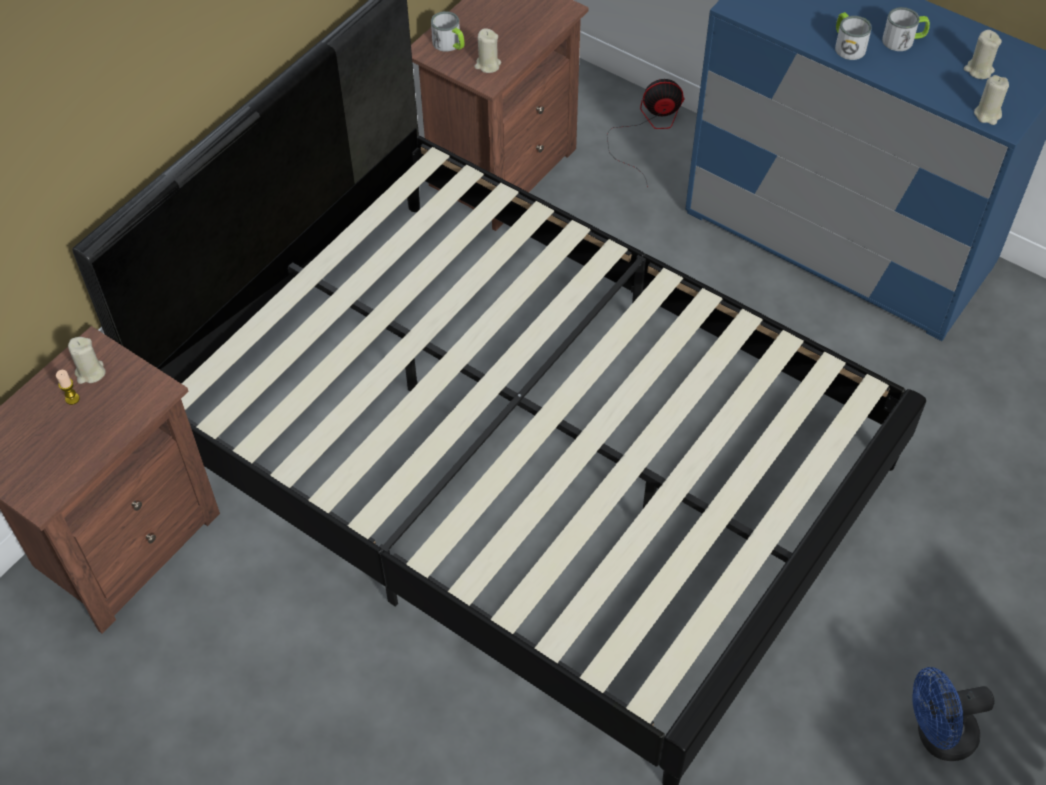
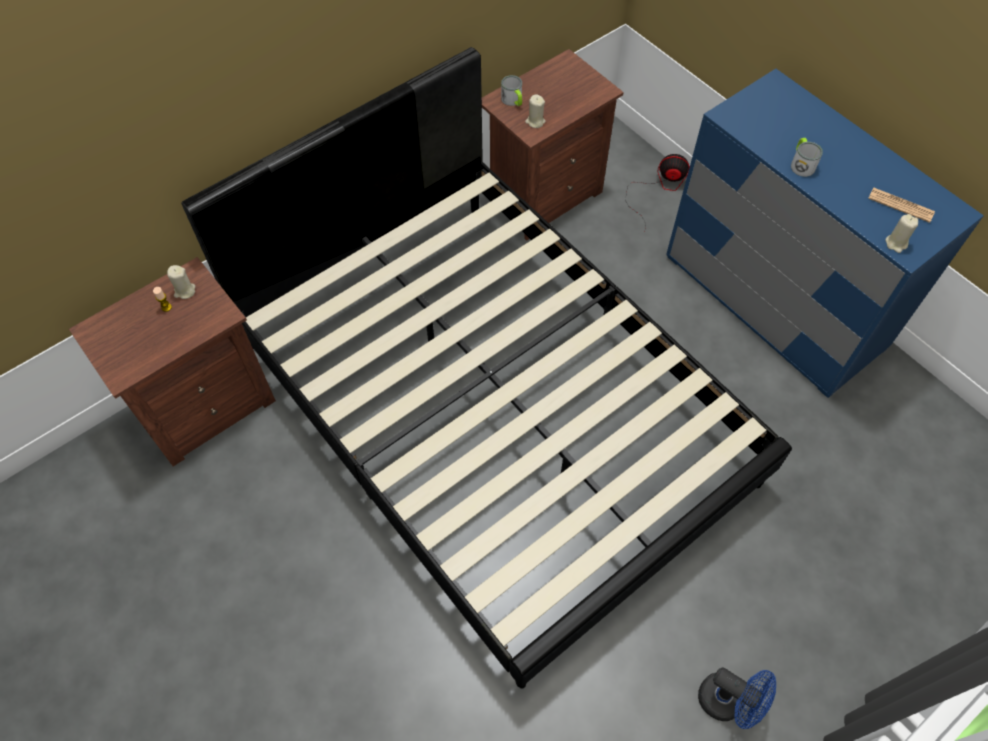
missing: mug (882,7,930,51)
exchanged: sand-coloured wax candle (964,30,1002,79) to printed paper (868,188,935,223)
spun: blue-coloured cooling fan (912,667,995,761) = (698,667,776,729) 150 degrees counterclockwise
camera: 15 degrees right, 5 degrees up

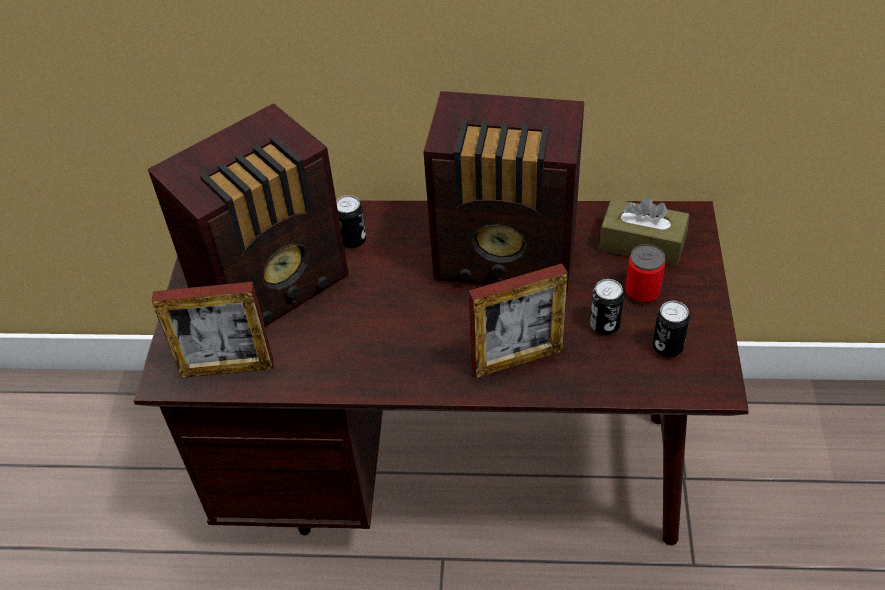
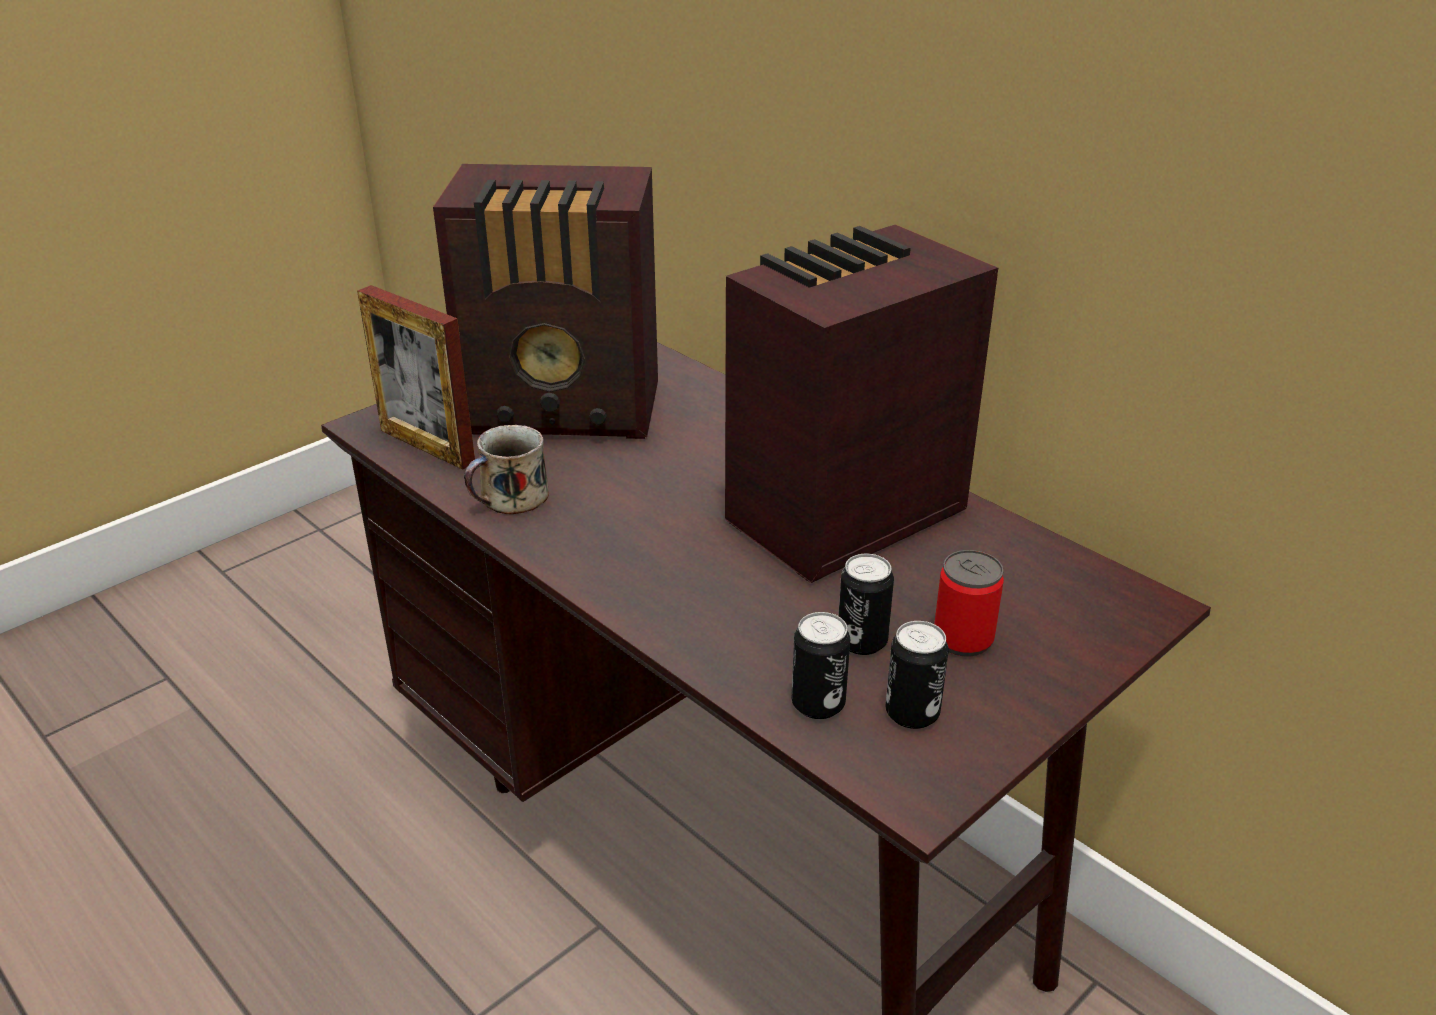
missing: standing frame (469,264,568,378); brown-coloured tissue holder (599,197,690,266)
appeared: mug (464,425,549,514)
relocated: sealed can (336,195,366,248) to (792,612,850,719)
spun: radio receiver (423,91,584,293) = (725,224,998,583) 90 degrees clockwise
camera: 40 degrees right, 15 degrees down

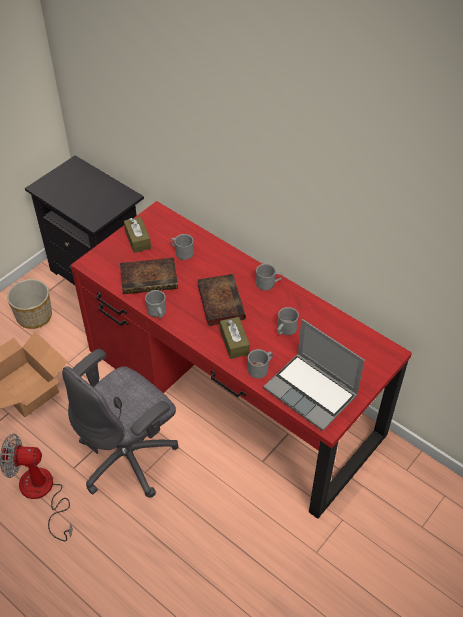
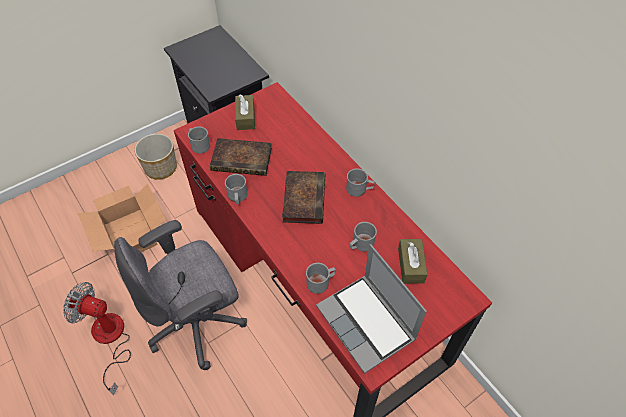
relocated: greyish mug (171,234,194,260) to (188,127,210,154); brown-coloured tissue holder (220,317,250,359) to (398,239,428,284)
camera: 15 degrees right, 5 degrees up

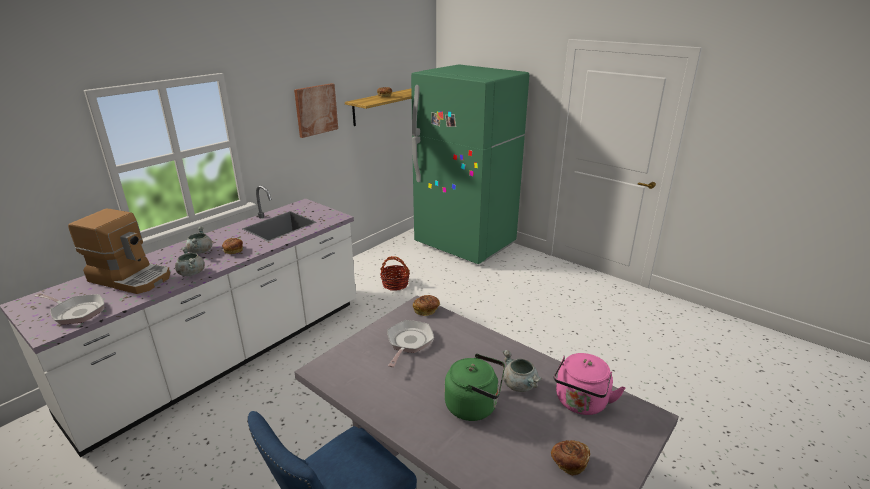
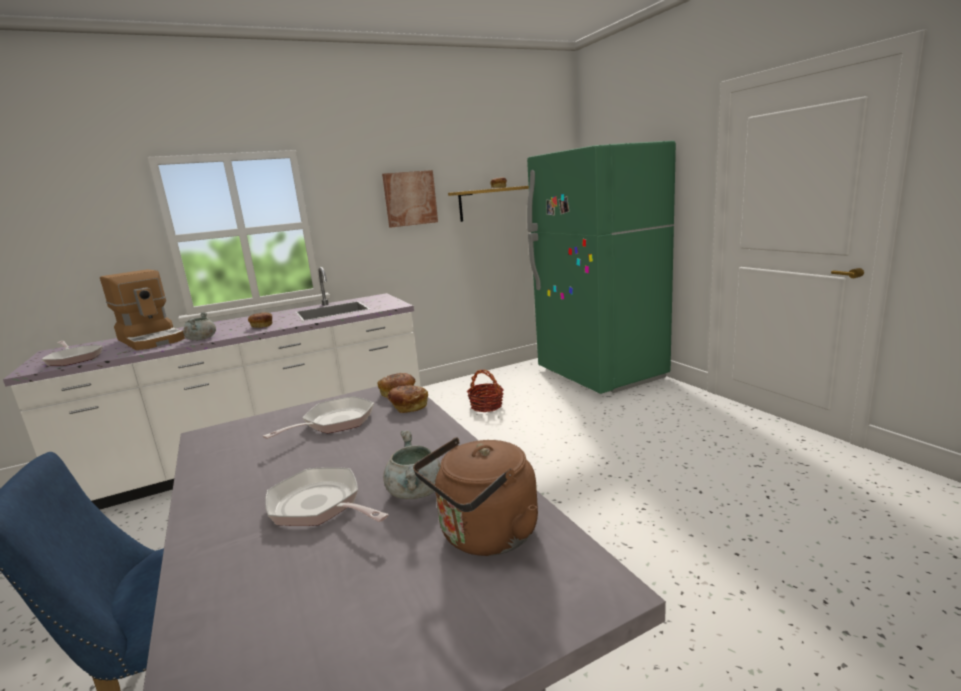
missing: greyish saucepot (185,227,212,254)
relocated: bread (551,440,590,476) to (388,385,428,413)
exchanged: green-coloured water kettle (445,354,505,421) to skillet (265,467,389,526)
colour: pink-coloured water kettle (553,353,625,415) to brown-coloured water kettle (413,437,538,556)
camera: 25 degrees right, 10 degrees down

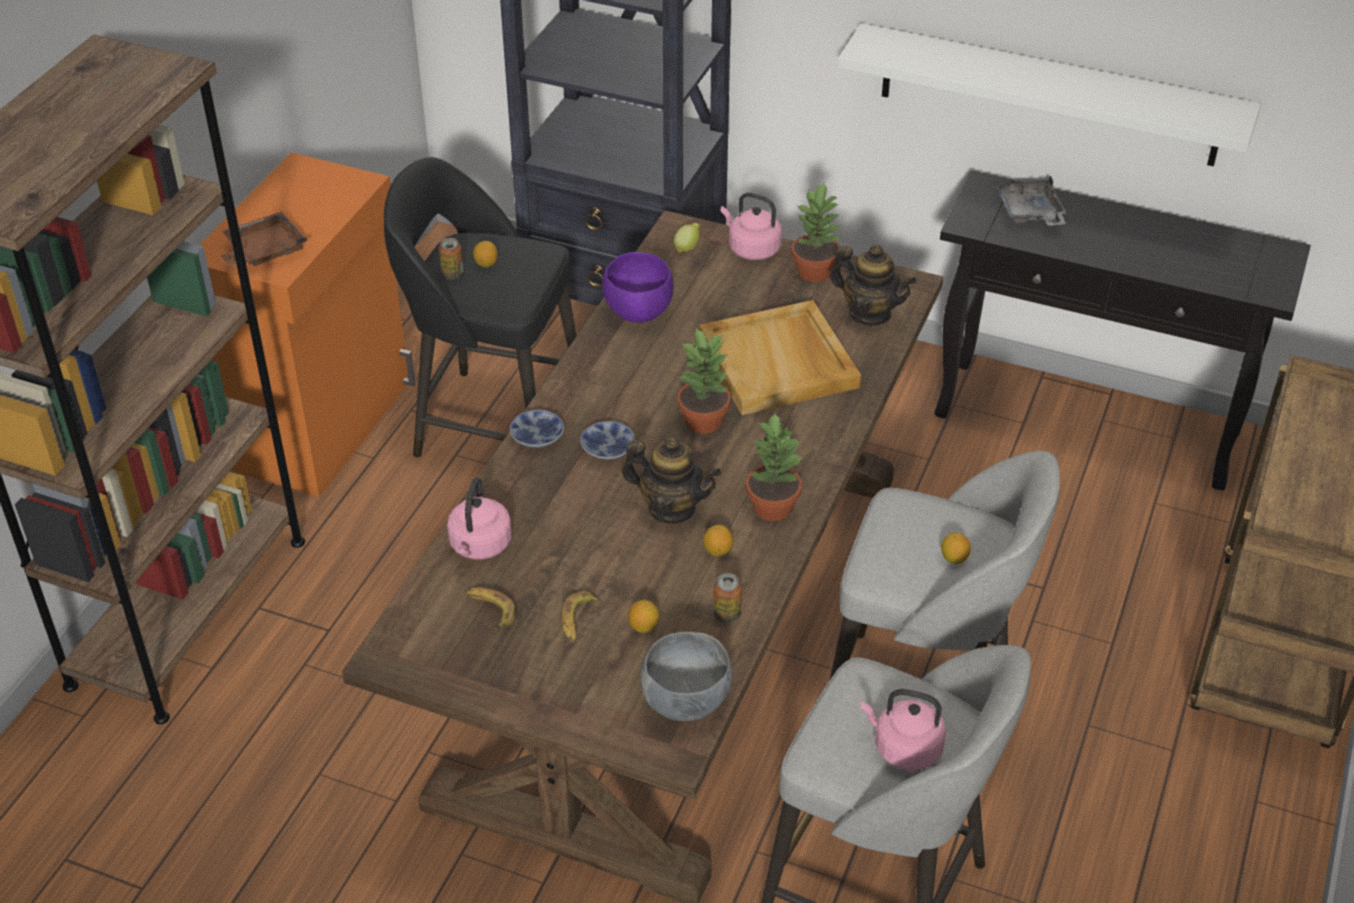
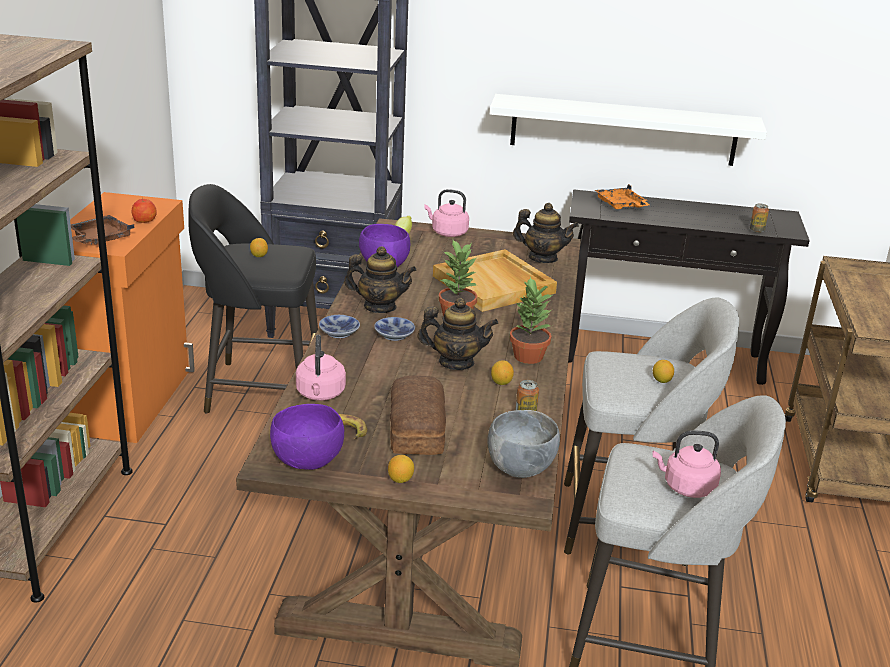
missing: potted plant (791,182,842,282)
appeared: apple fruit (132,197,157,223); purplish serving bowl (270,404,344,470); pot for tea (344,246,416,313)
relocated: sealed can (439,238,464,279) to (750,204,769,233); citrus fruit (628,600,659,633) to (388,455,414,483)
exchanged: banana fruit (561,591,601,643) to bread (390,375,446,455)
colour: greyish carrying tray (994,176,1067,226) to orangey carrying tray (595,184,649,209)
camera: 15 degrees left, 15 degrees down

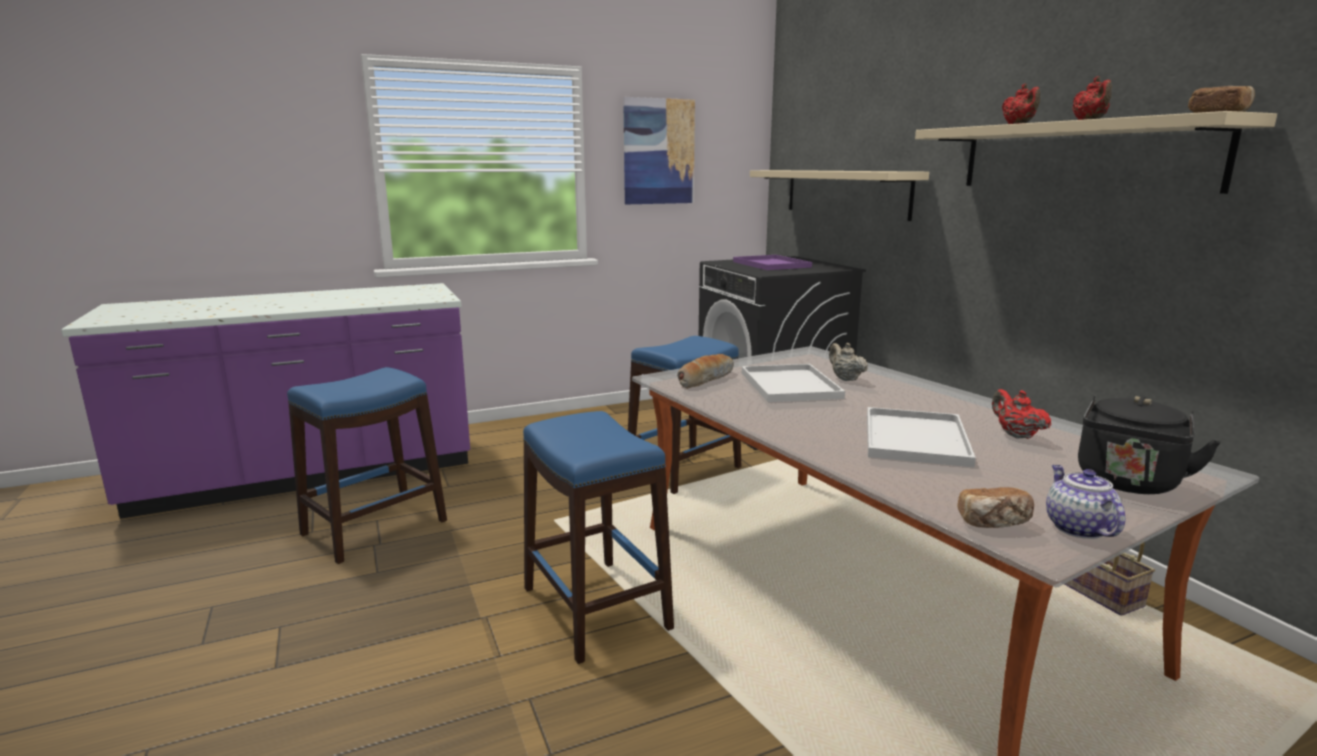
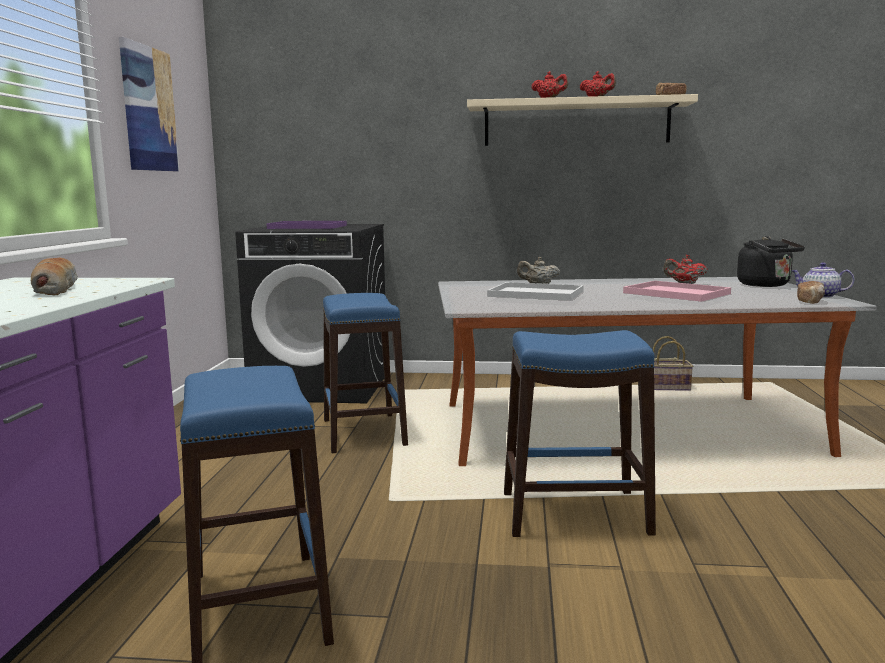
missing: sand-coloured bracket shelf (750,170,929,221)
relocated: bread (677,354,734,389) to (31,258,78,295)
colour: white-coloured carrying tray (867,407,976,467) to pink-coloured carrying tray (623,281,731,302)
camera: 60 degrees left, 5 degrees down

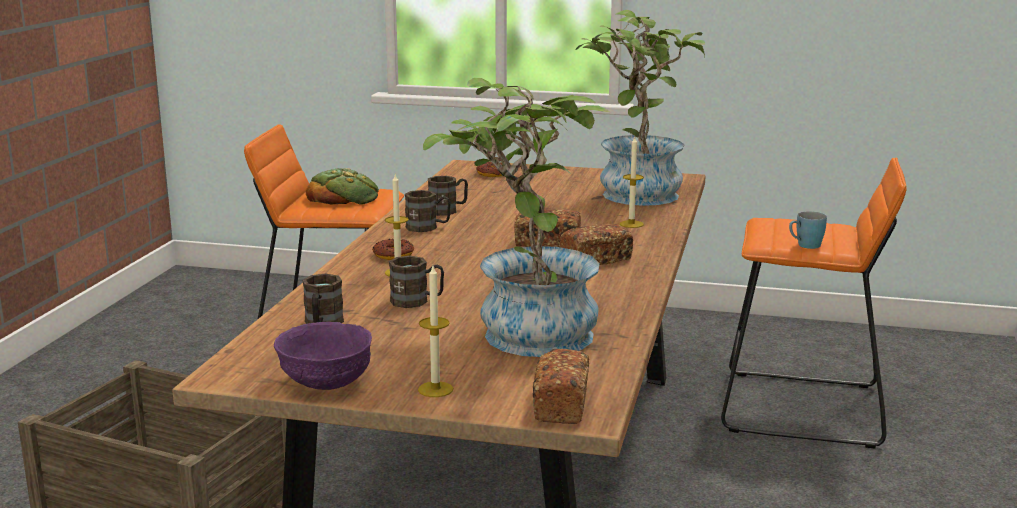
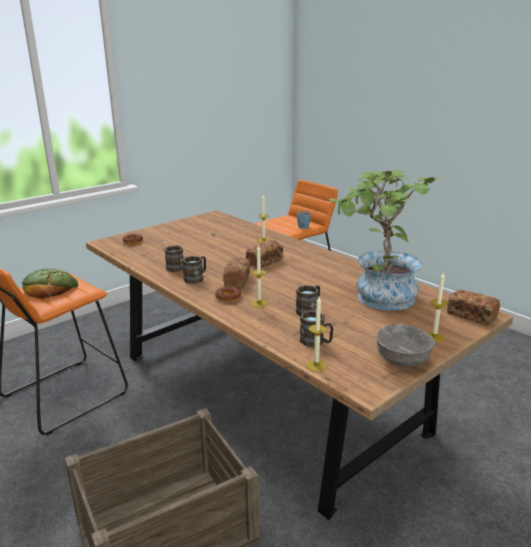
missing: potted plant (576,10,705,206)
appeared: wax candle (306,297,327,371)
relocated: bread (559,224,633,265) to (223,258,250,288)
colour: purplish serving bowl (274,322,372,390) to greyish serving bowl (375,324,435,367)
camera: 55 degrees left, 5 degrees up

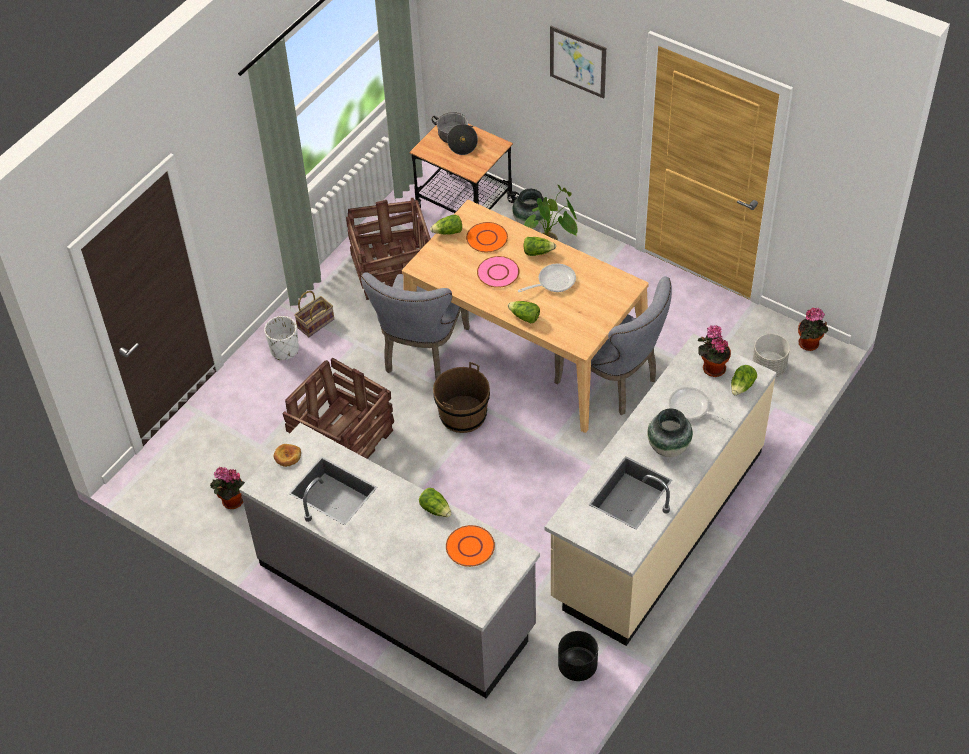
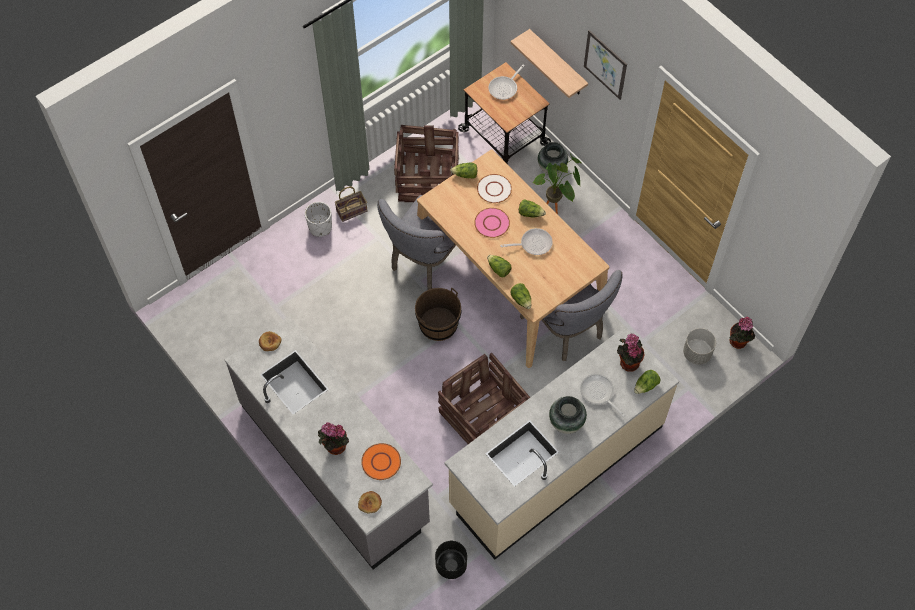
appeared: bread (358,491,382,513); bracket shelf (510,29,588,98)
relocated: potted plant (210,467,245,509) to (317,422,349,455); packing crate (282,358,394,459) to (438,353,530,444); lettuce (419,488,451,517) to (511,283,531,309)
exchanged: saucepot (431,112,478,155) to skillet (488,64,525,100)
colour: orangey plate (466,222,508,252) to white-coloured plate (477,174,512,203)
camera: 15 degrees right, 10 degrees up

